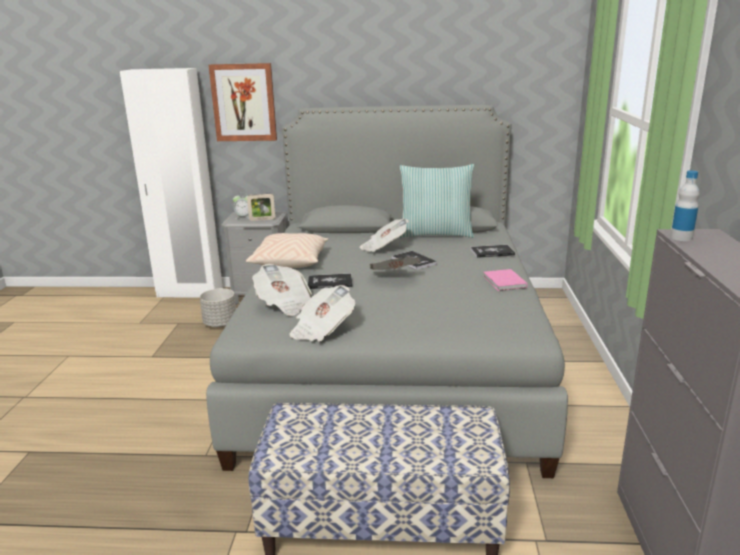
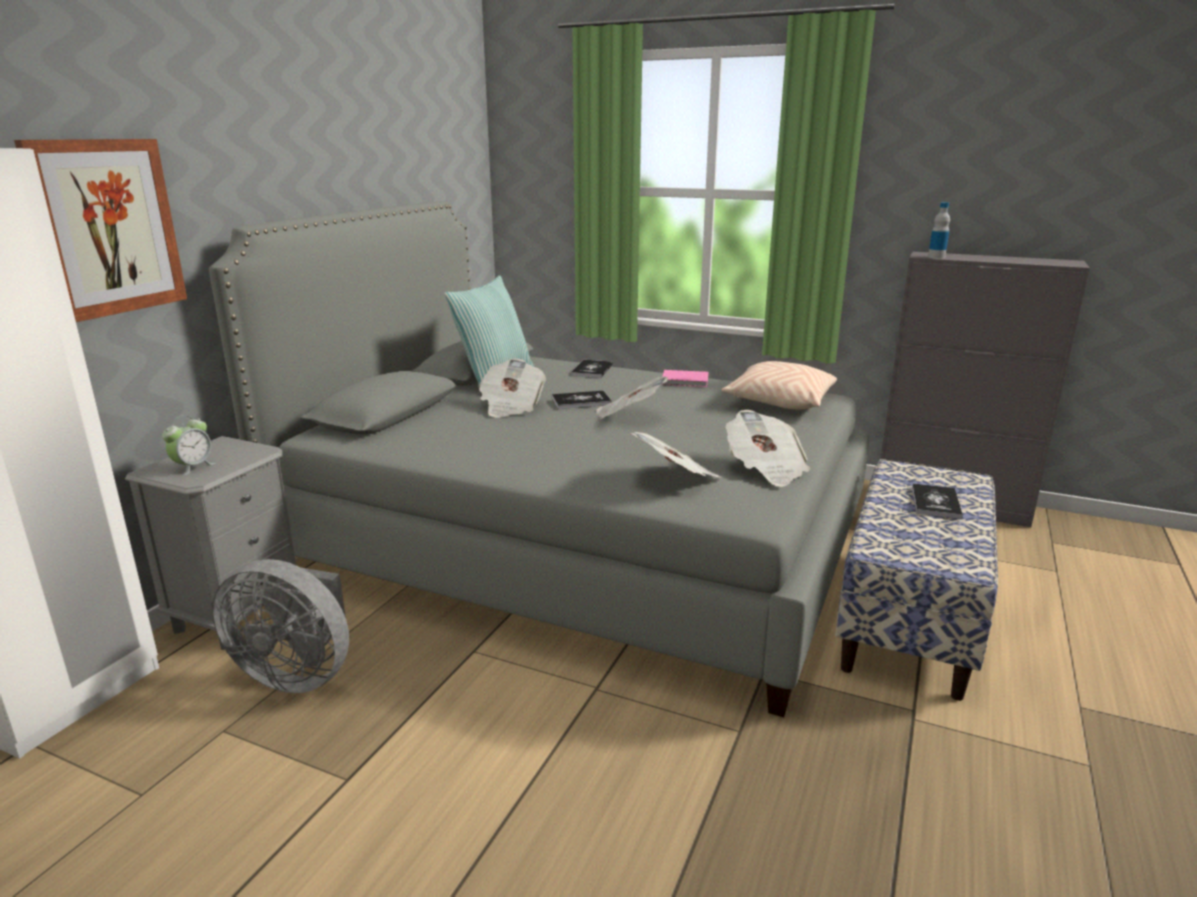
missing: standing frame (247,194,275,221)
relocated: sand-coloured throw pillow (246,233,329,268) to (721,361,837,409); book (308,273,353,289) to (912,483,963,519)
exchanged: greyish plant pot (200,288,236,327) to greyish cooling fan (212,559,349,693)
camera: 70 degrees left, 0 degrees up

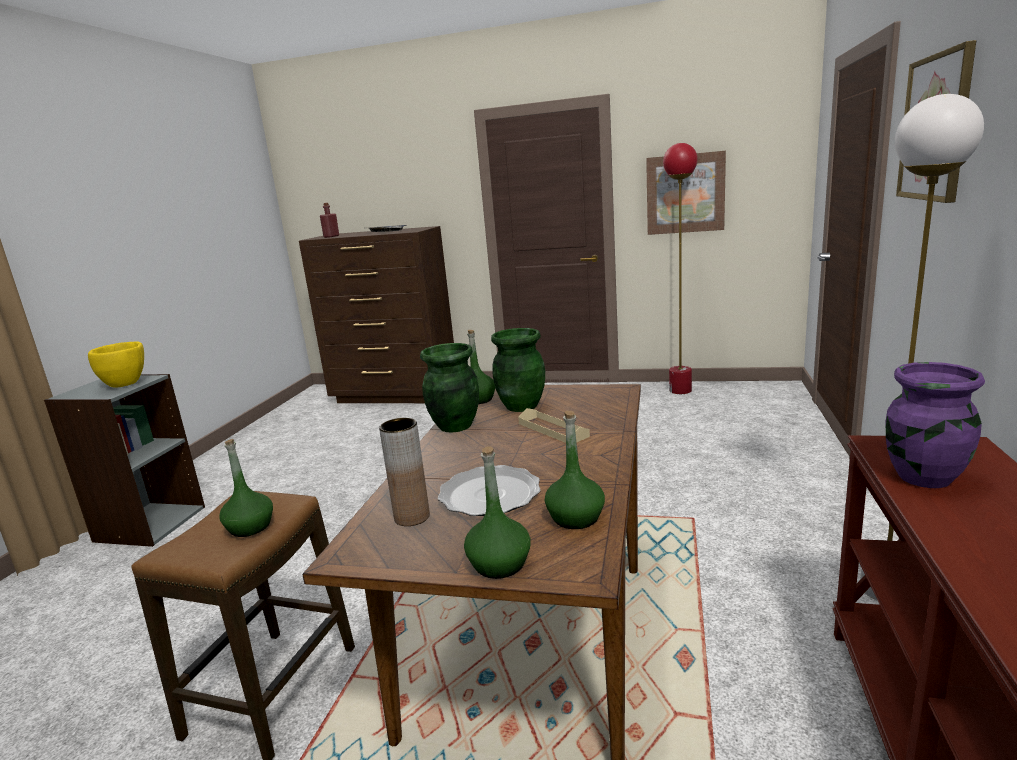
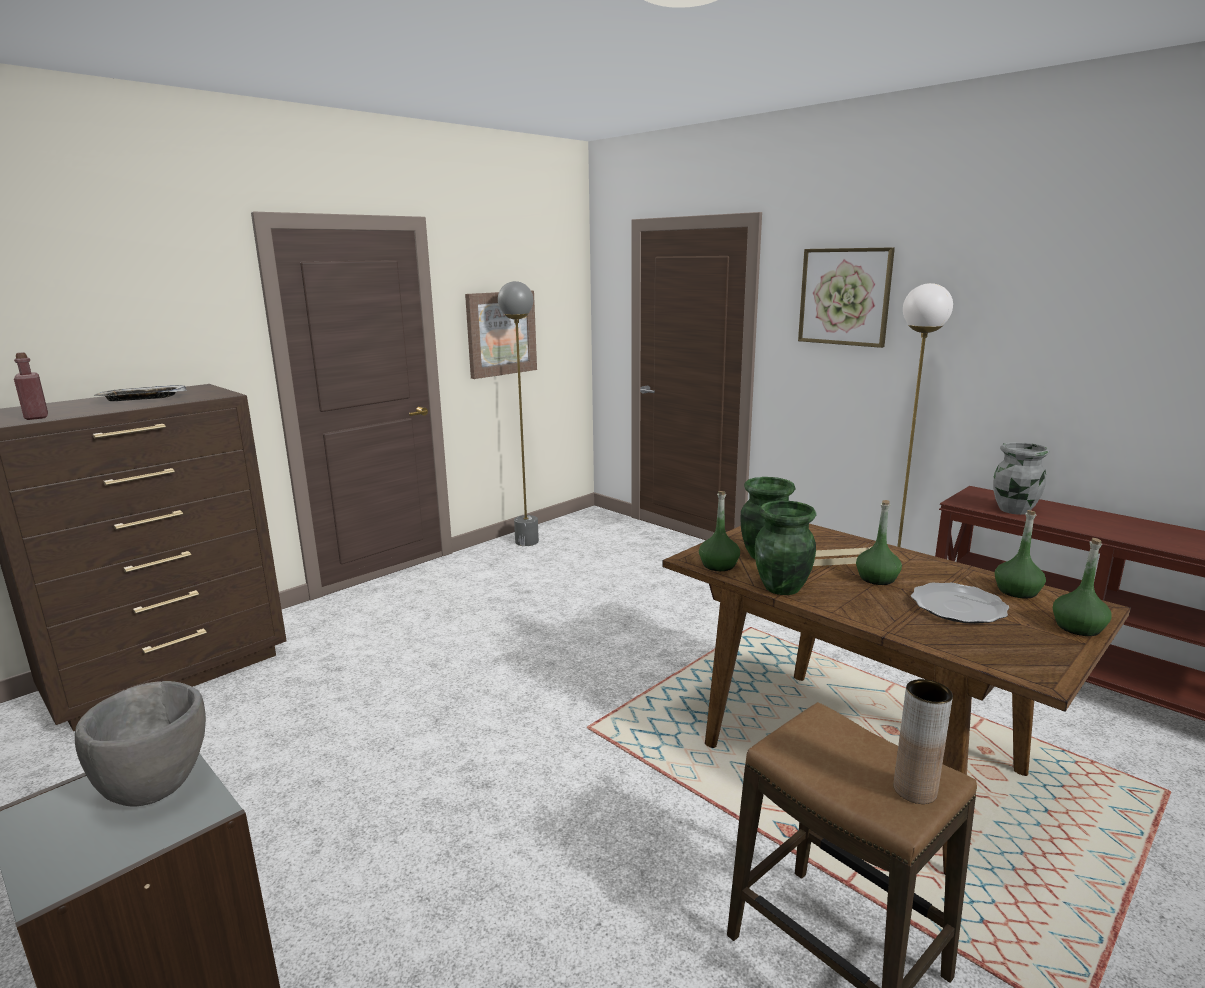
relocated: green-coloured beverage bottle (219,439,273,537) to (856,500,902,585); brown-coloured vase (379,418,430,526) to (894,679,953,804)
colour: yellow serving bowl (88,341,144,388) to greyish serving bowl (75,681,206,807); red standing lamp (663,143,698,394) to greyish standing lamp (498,281,539,546); purplish vase (886,362,985,488) to greyish vase (993,442,1049,515)
camera: 60 degrees left, 0 degrees up

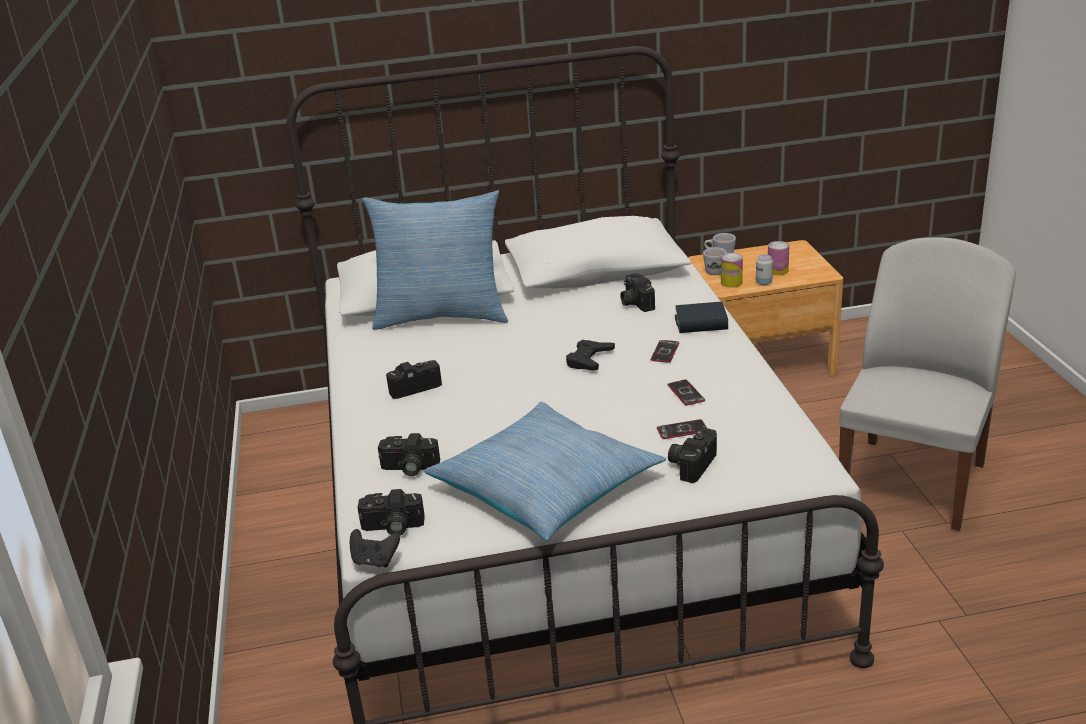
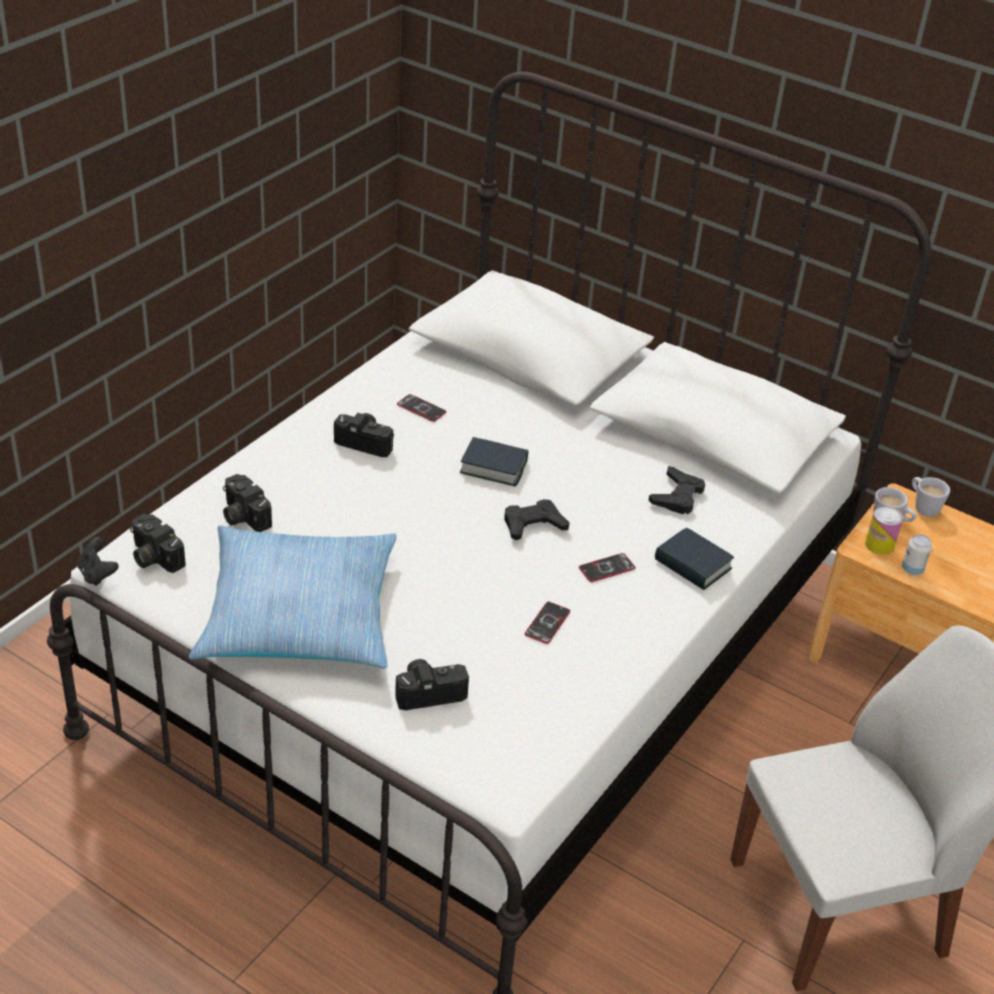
missing: throw pillow (362,190,508,330); sealed can (768,241,790,275)
appeared: book (460,437,528,487)
relocated: phone (657,419,707,439) to (397,394,446,422)
exchanged: photo camera (620,273,655,312) to blackish gamepad (648,466,705,514)
camera: 40 degrees right, 10 degrees up

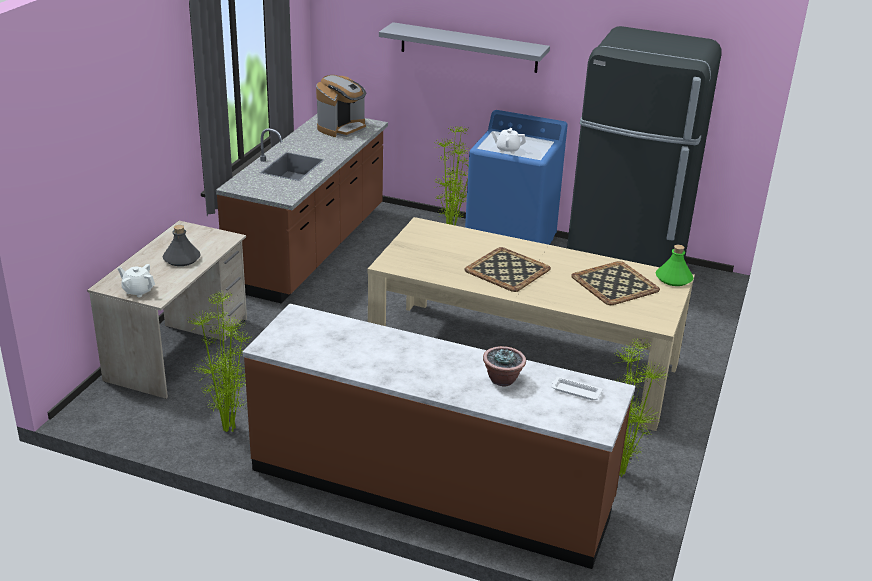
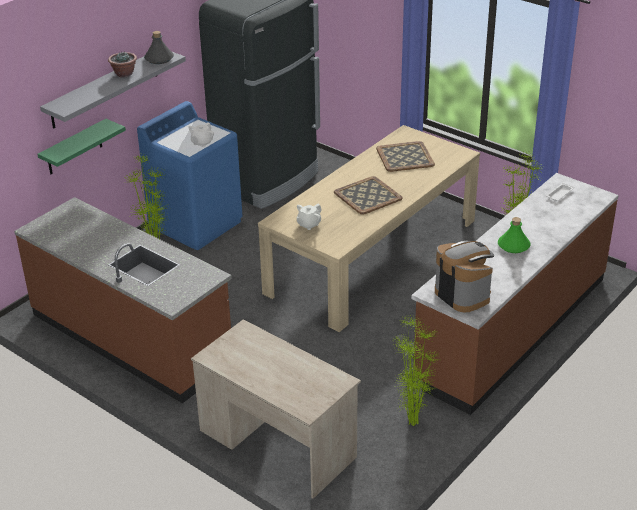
appeared: green-coloured bracket shelf (37,119,126,174)
relocated: white-coloured pot for tea (118,264,155,297) to (296,204,322,230); greyish beverage bottle (163,225,201,266) to (144,31,174,64); coffee brewer (316,75,366,137) to (435,241,494,313); potted plant (483,346,526,387) to (108,52,137,78); green-coloured beverage bottle (656,245,693,286) to (498,217,531,253)
camera: 70 degrees left, 5 degrees up

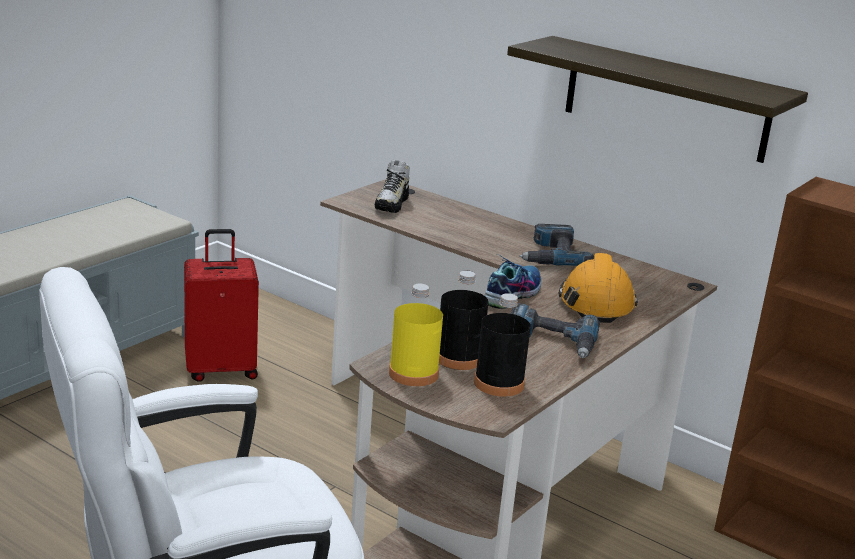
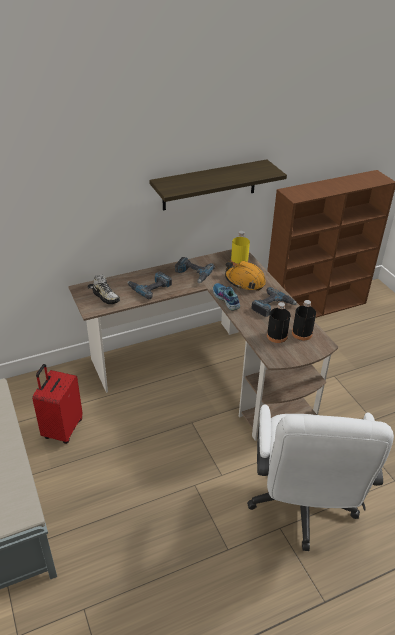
appeared: power drill (127,271,172,299)
relocated: yellow beverage bottle (389,284,443,386) to (231,231,250,266)
camera: 60 degrees left, 15 degrees up

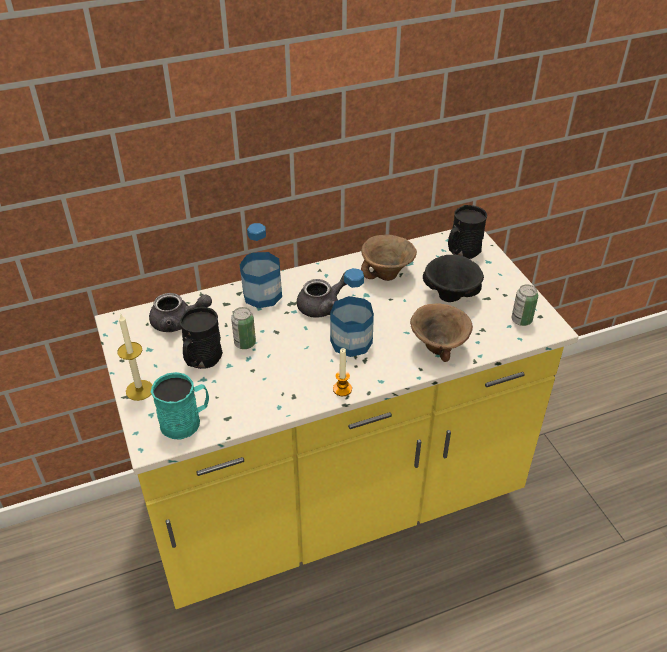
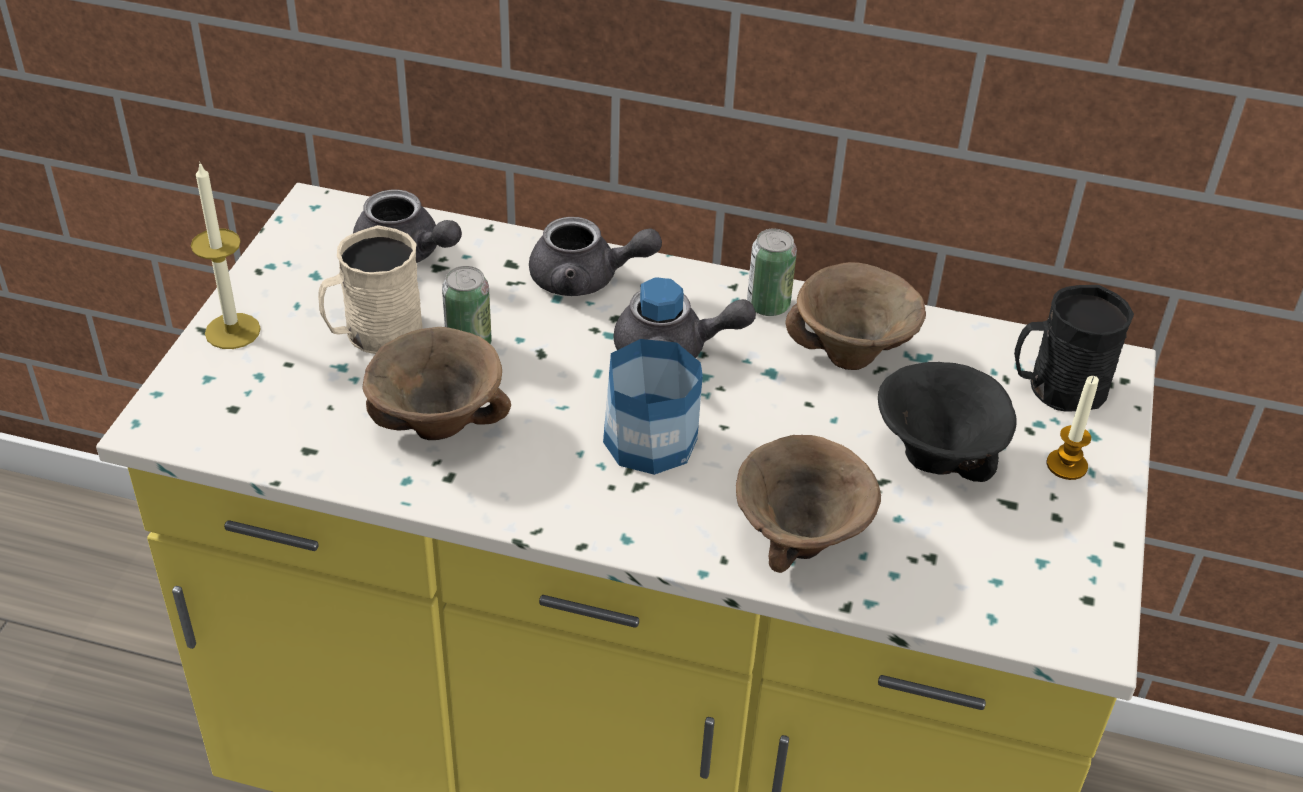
missing: turquoise-coloured mug (151,372,209,440)
appeared: brown-coloured serving bowl (363,327,511,440)
relocated: wax candle (333,348,352,396) to (1047,376,1099,480); sealed can (511,284,538,326) to (747,229,797,316)
exchanged: beverage bottle (240,223,282,308) to greyish pot for tea (529,217,662,296)
colour: blackish mug (180,307,223,369) to sand-coloured mug (318,225,423,354)
camera: 35 degrees right, 0 degrees up

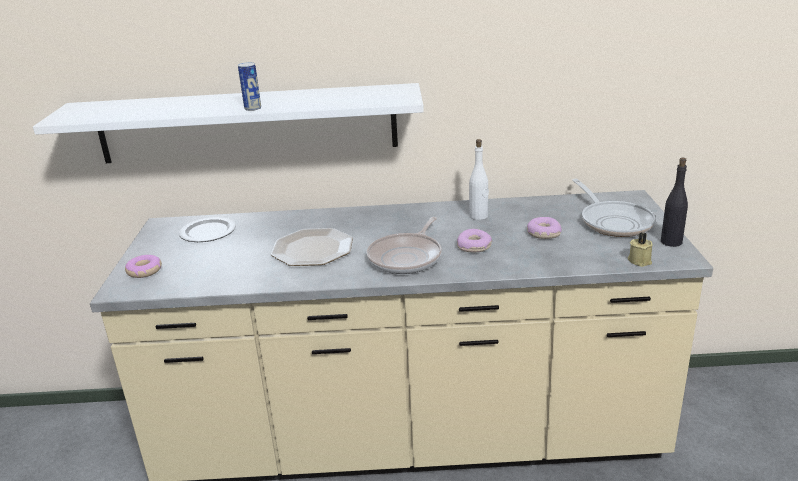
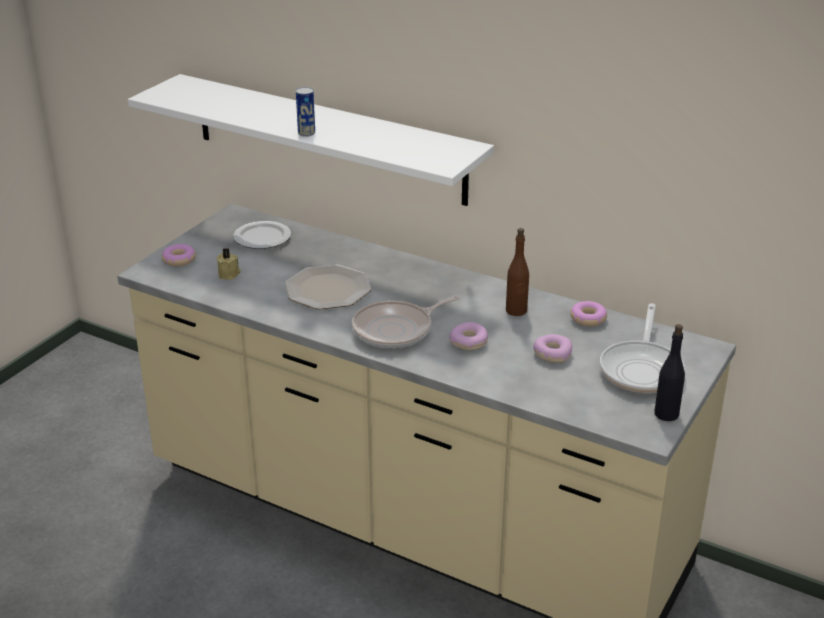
appeared: ring doughnut (570,301,607,327)
relocated: sand-coloured wax candle (628,233,652,267) to (216,248,241,280)
colour: white-coloured beverage bottle (469,139,489,220) to brown-coloured beverage bottle (506,228,529,316)
camera: 30 degrees right, 5 degrees up

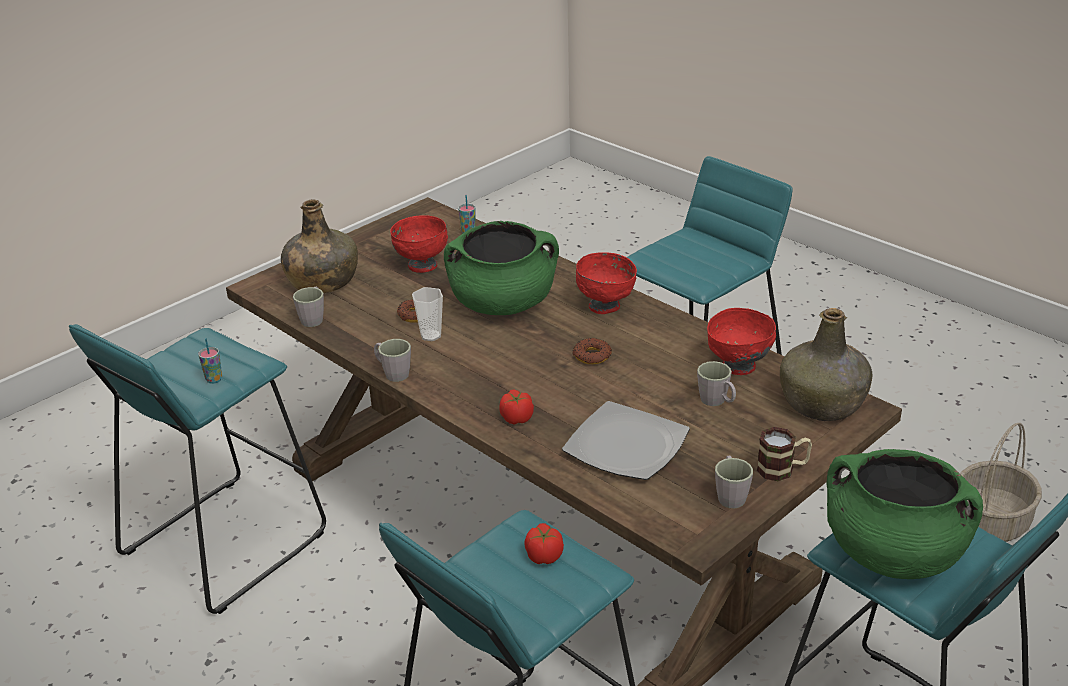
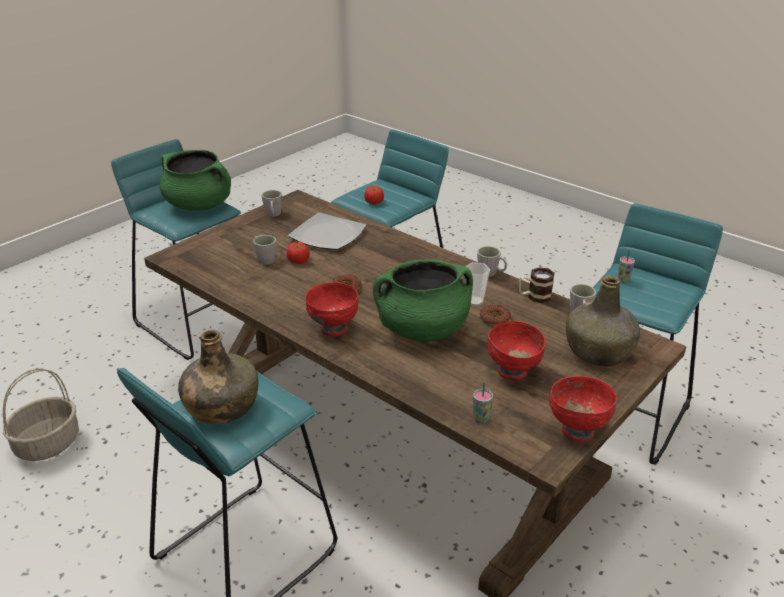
relocated: whole tomato (499,389,534,424) to (287,242,309,264); red serving bowl (707,308,776,375) to (549,376,617,442); mug (757,427,812,482) to (519,267,555,303); green-coloured beverage bottle (780,308,872,421) to (178,330,258,424)
camera: 175 degrees right, 0 degrees up

